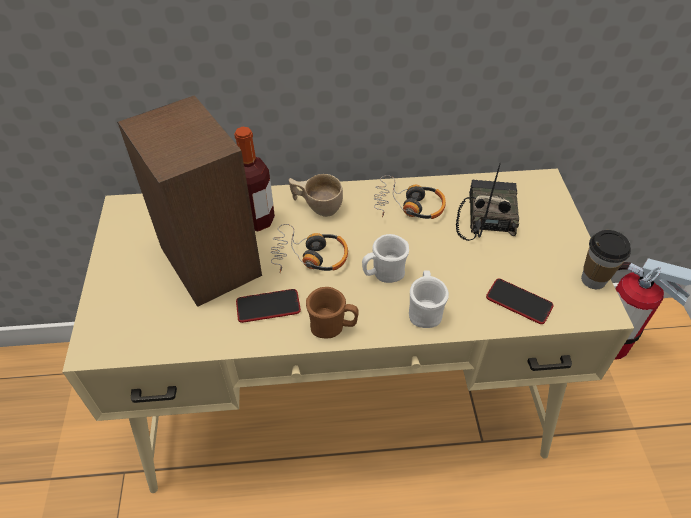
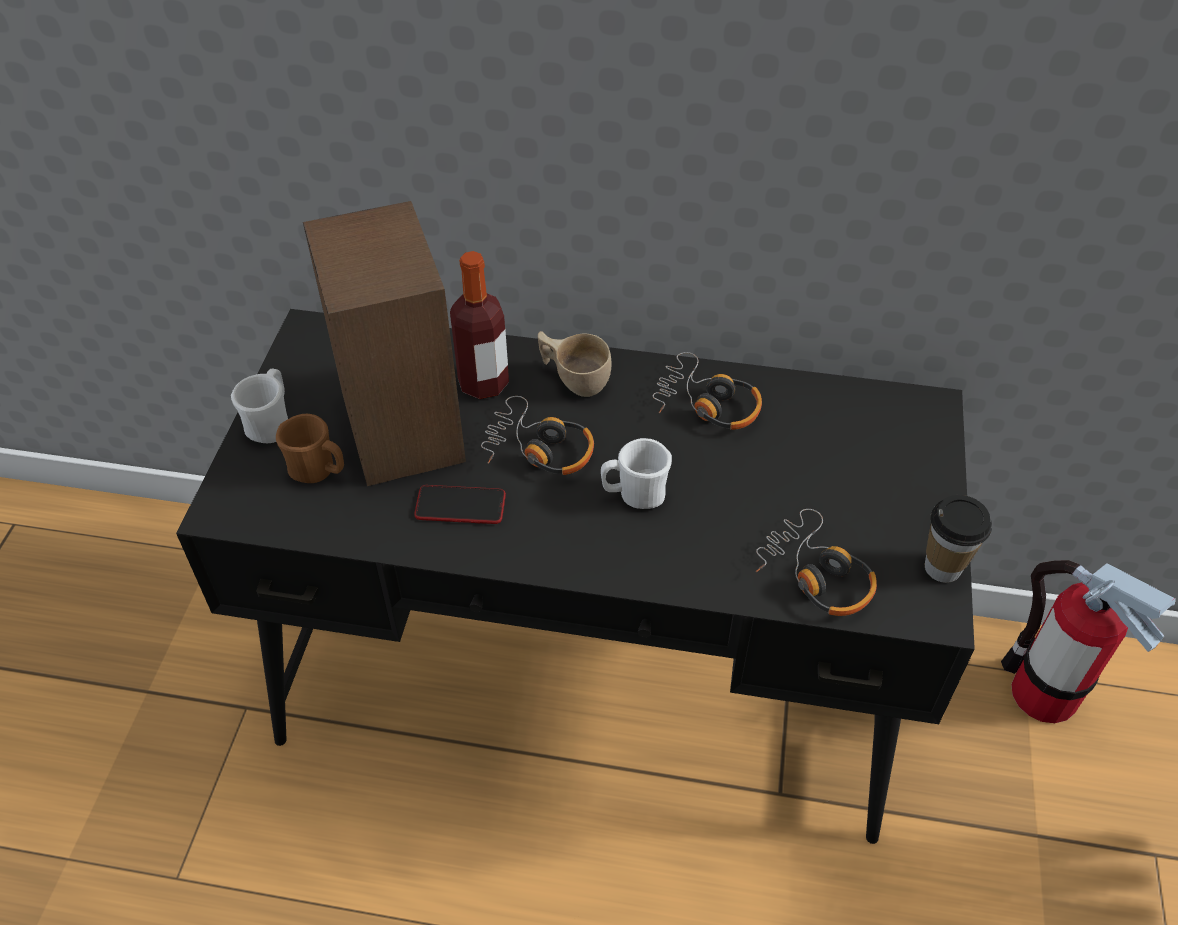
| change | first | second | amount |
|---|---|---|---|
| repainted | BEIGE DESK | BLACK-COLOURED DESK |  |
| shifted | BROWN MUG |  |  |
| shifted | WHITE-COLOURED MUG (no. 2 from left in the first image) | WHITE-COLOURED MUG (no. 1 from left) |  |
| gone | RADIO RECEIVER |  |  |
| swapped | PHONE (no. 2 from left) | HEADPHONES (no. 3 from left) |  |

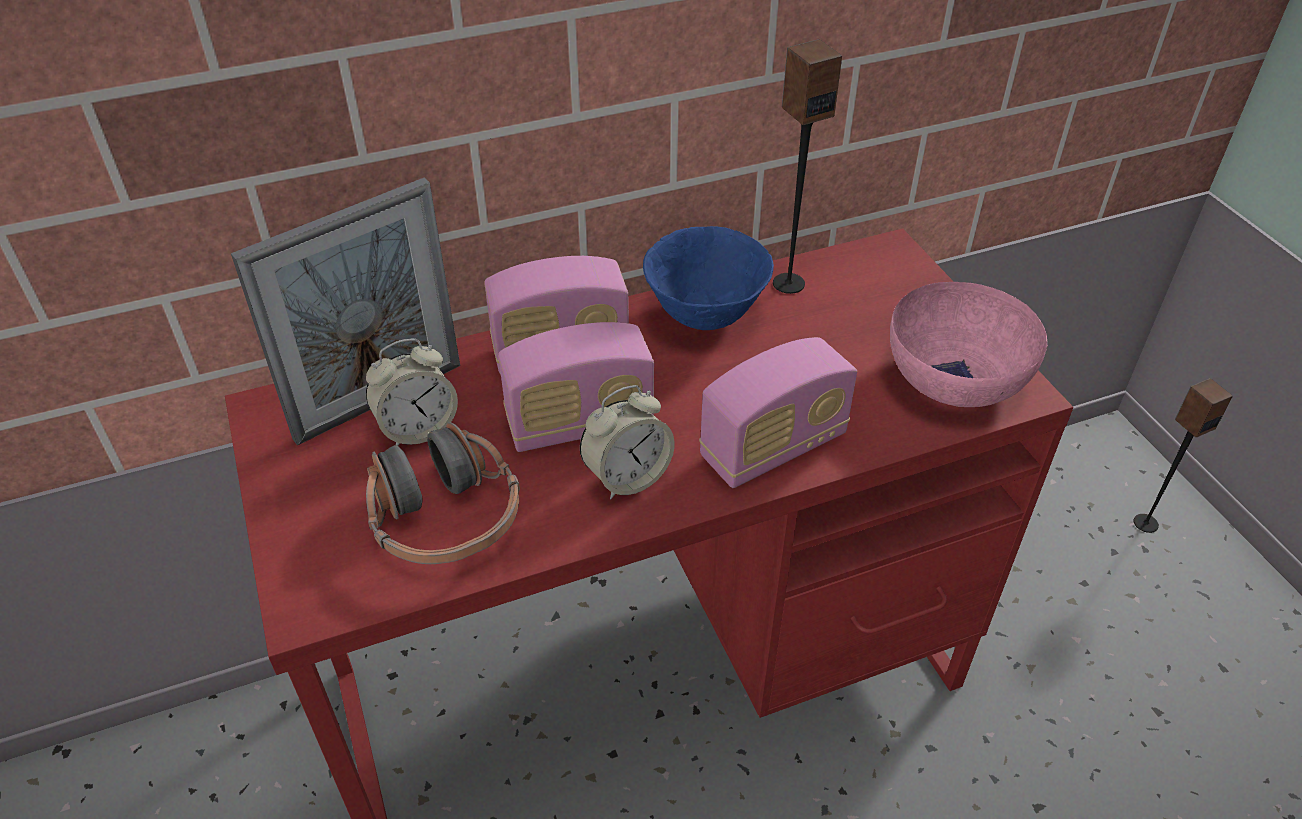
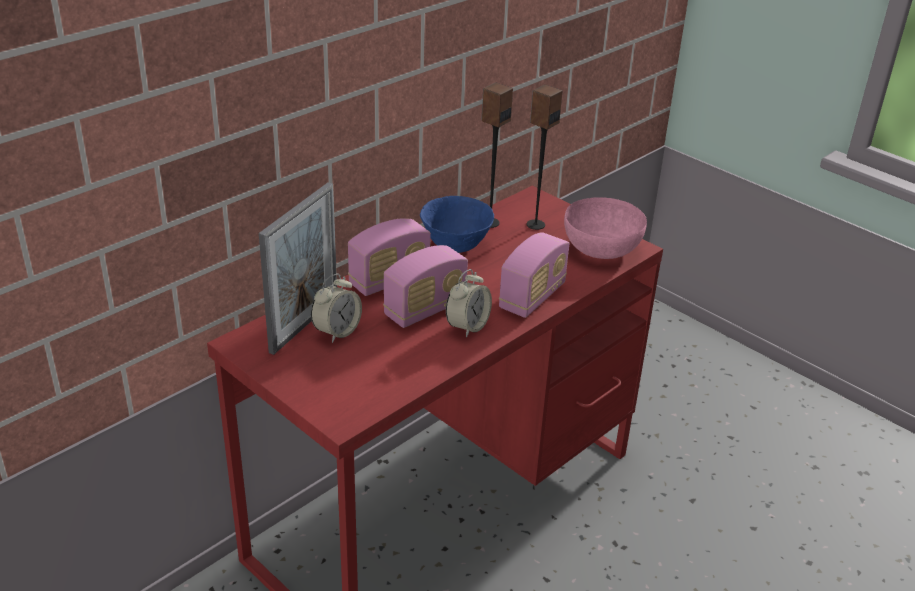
| change | first | second | amount |
|---|---|---|---|
| gone | HEADPHONES |  |  |
| shifted | AUDIO SPEAKER (no. 2 from left) |  |  |

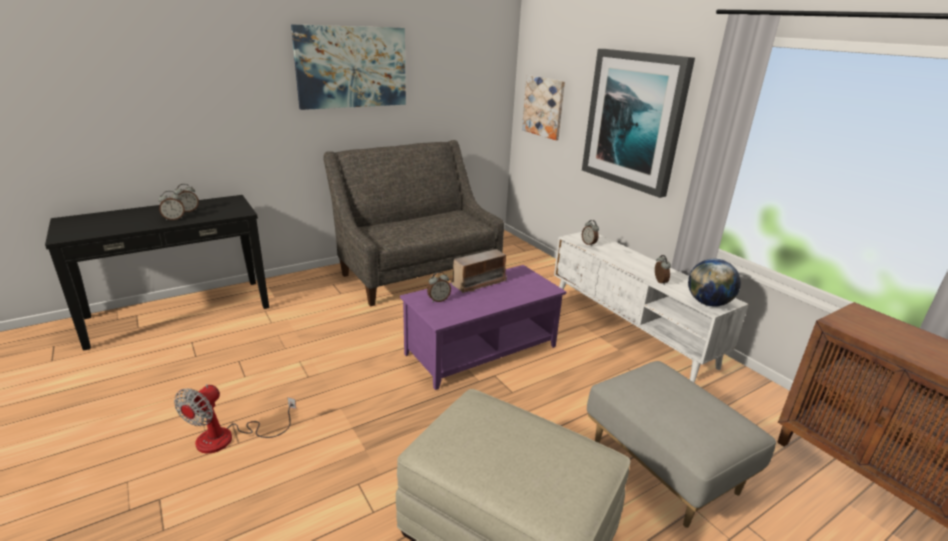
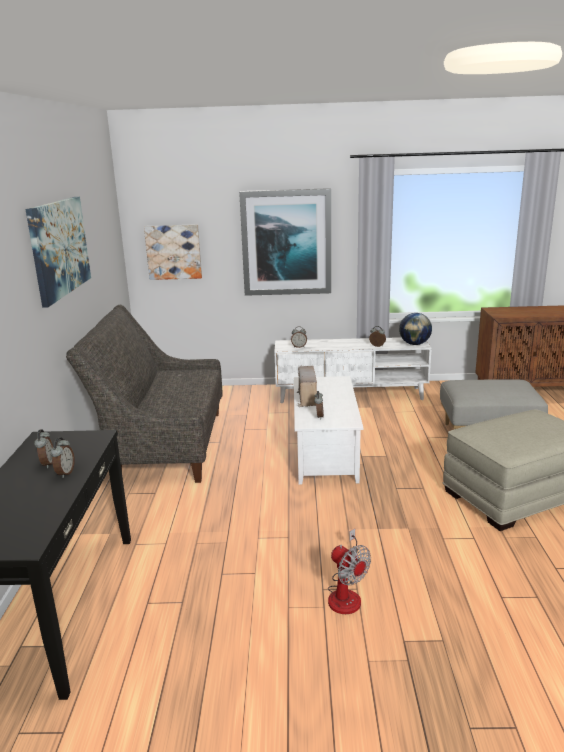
| change | first | second | amount |
|---|---|---|---|
| repainted | PURPLISH COFFEE TABLE | WHITE-COLOURED COFFEE TABLE |  |

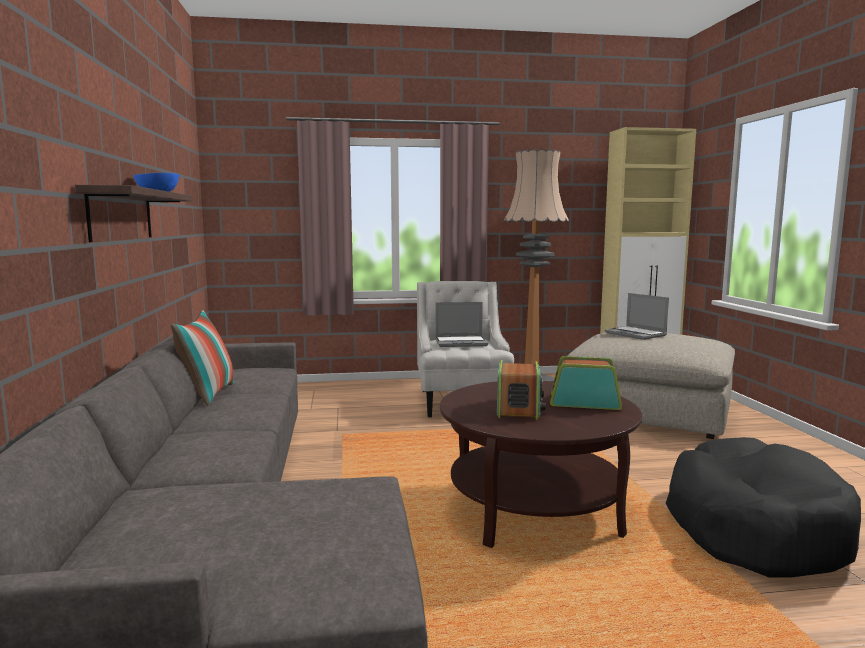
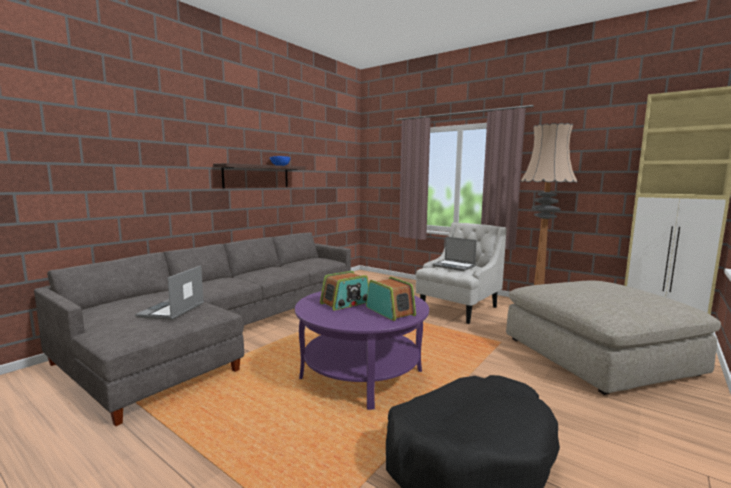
| change | first | second | amount |
|---|---|---|---|
| gone | THROW PILLOW |  |  |
| repainted | BROWN COFFEE TABLE | PURPLISH COFFEE TABLE |  |
| shifted | LAPTOP (no. 2 from left in the first image) | LAPTOP (no. 1 from left) |  |

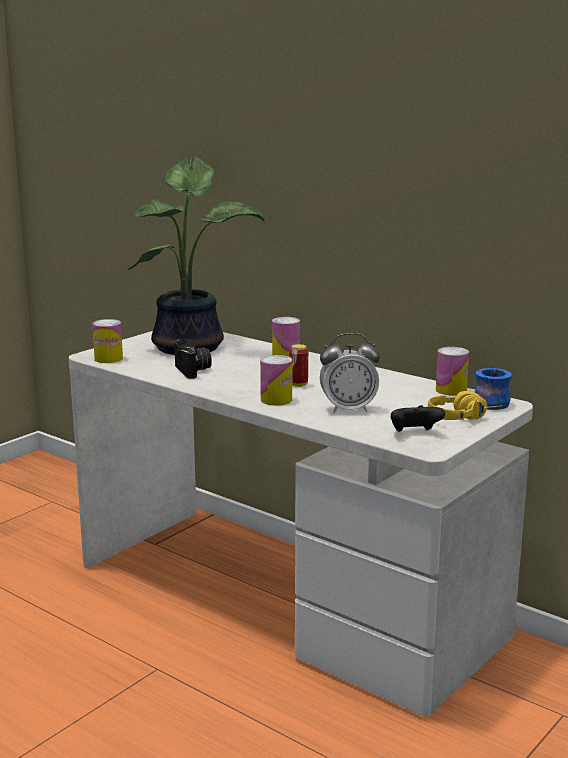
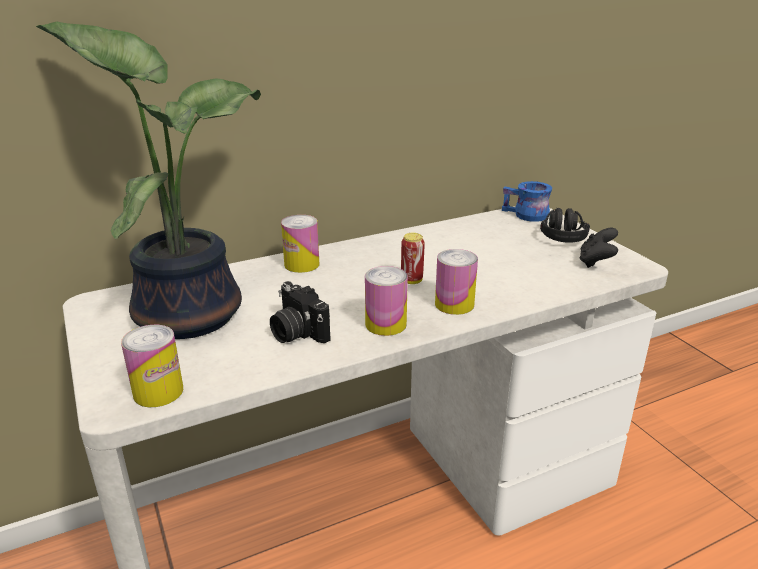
| change | first | second | amount |
|---|---|---|---|
| rotated | STILL CAMERA |  | 135 degrees counterclockwise |
| gone | ALARM CLOCK |  |  |
| repainted | YELLOW-COLOURED HEADPHONES | BLACK-COLOURED HEADPHONES |  |
| shifted | SEALED CAN (no. 5 from left in the first image) | SEALED CAN (no. 3 from left) |  |

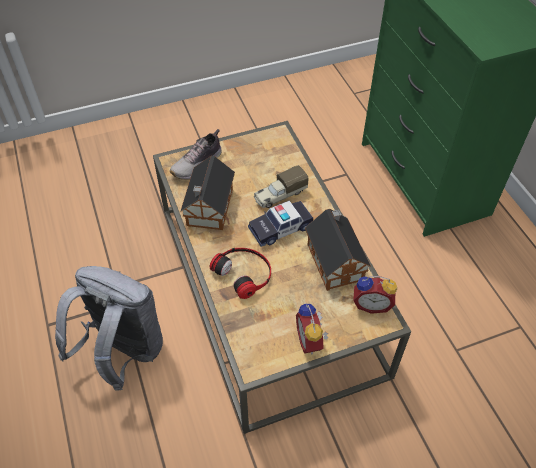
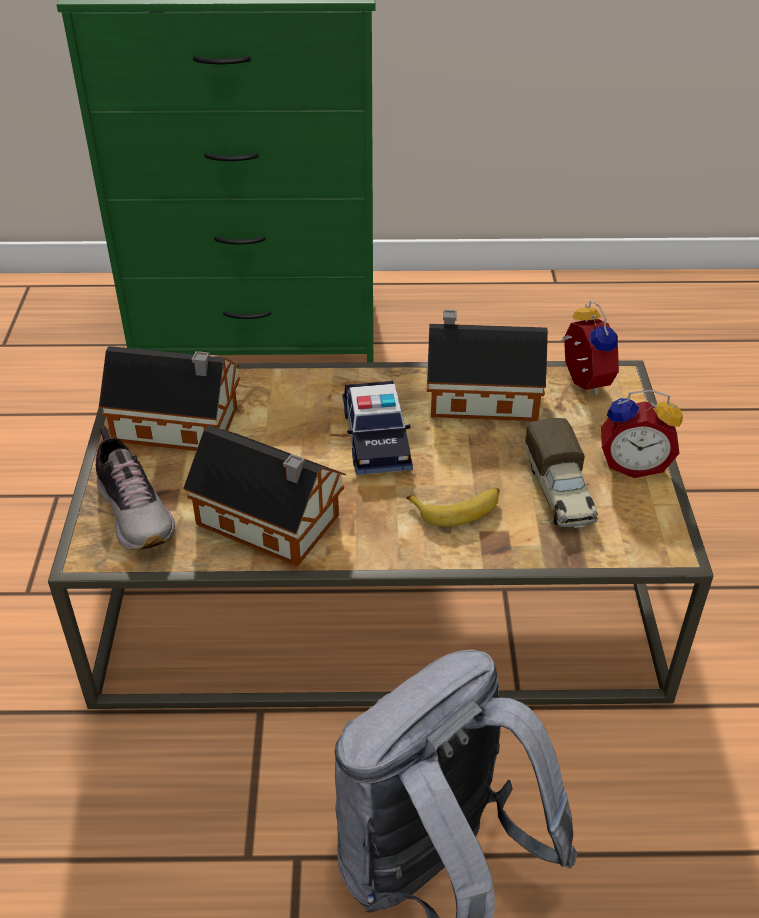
| change | first | second | amount |
|---|---|---|---|
| swapped | HEADPHONES | WHOLE BANANA |  |
| shifted | MODEL TRUCK |  |  |
| rotated | ALARM CLOCK (no. 2 from left in the first image) | ALARM CLOCK (no. 1 from left) | 45 degrees counterclockwise |
| new |  | MINIATURE HOUSE (no. 1 from left) |  |

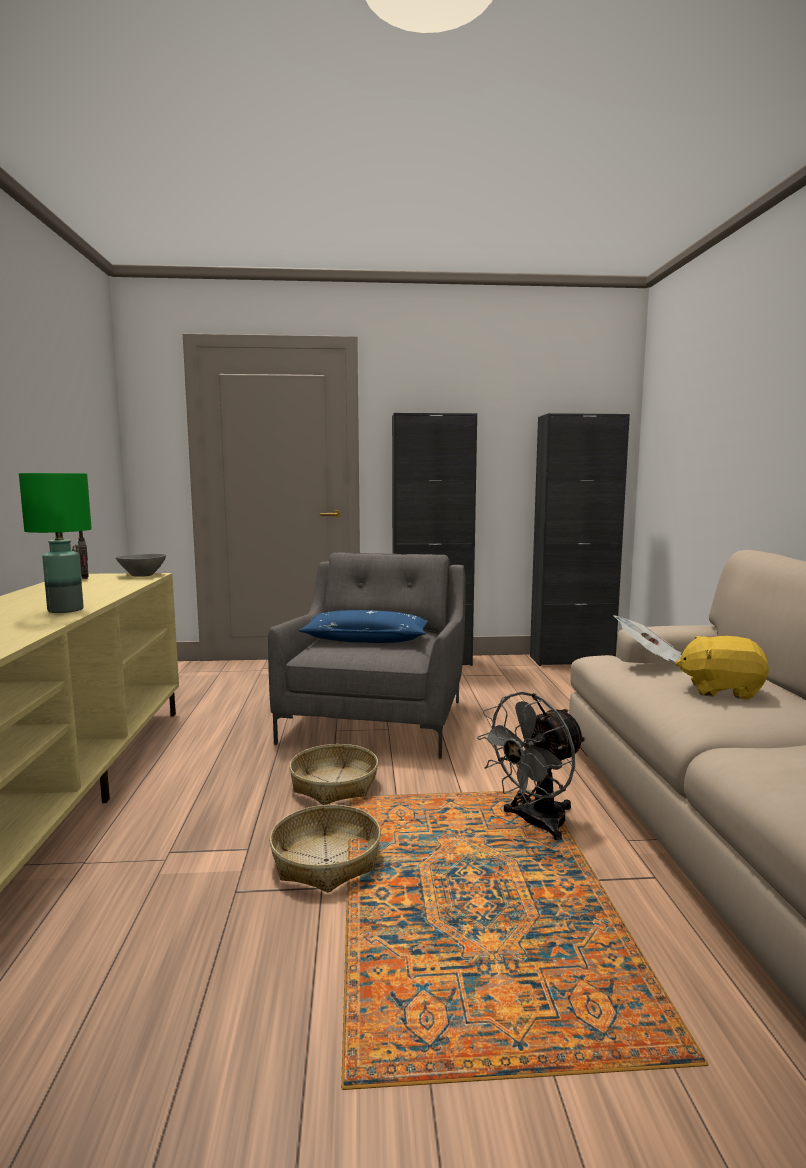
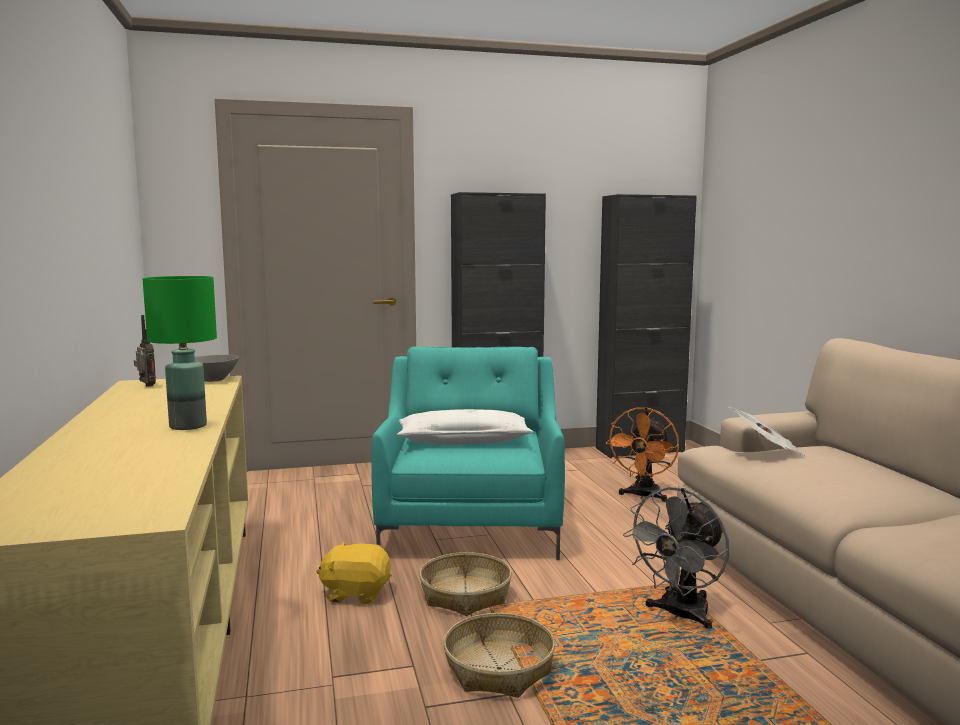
| change | first | second | amount |
|---|---|---|---|
| repainted | GREYISH ARMCHAIR | TURQUOISE ARMCHAIR |  |
| repainted | BLUISH THROW PILLOW | WHITE-COLOURED THROW PILLOW |  |
| shifted | YELLOW-COLOURED PLUSH TOY |  |  |
| new |  | ORANGEY ELECTRIC FAN |  |

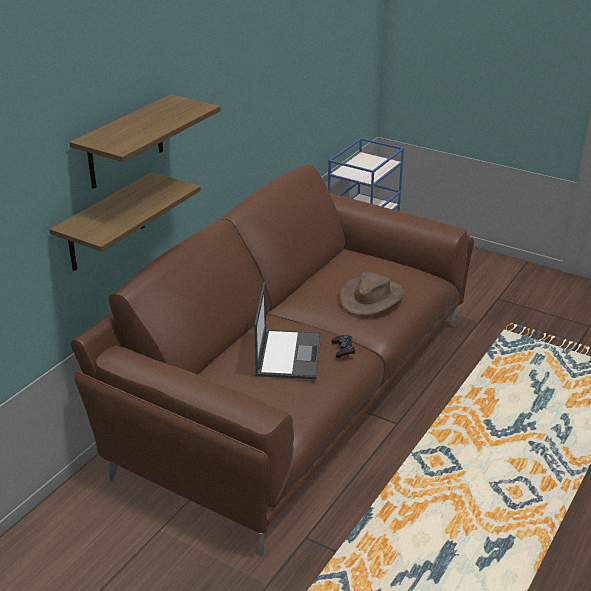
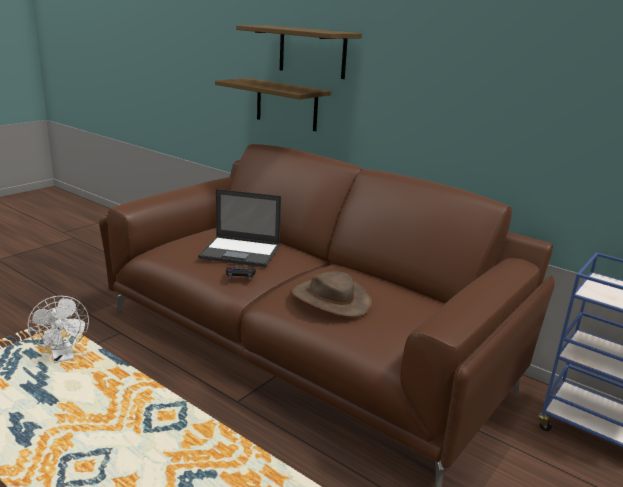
| change | first | second | amount |
|---|---|---|---|
| new |  | WHITE-COLOURED ELECTRIC FAN |  |

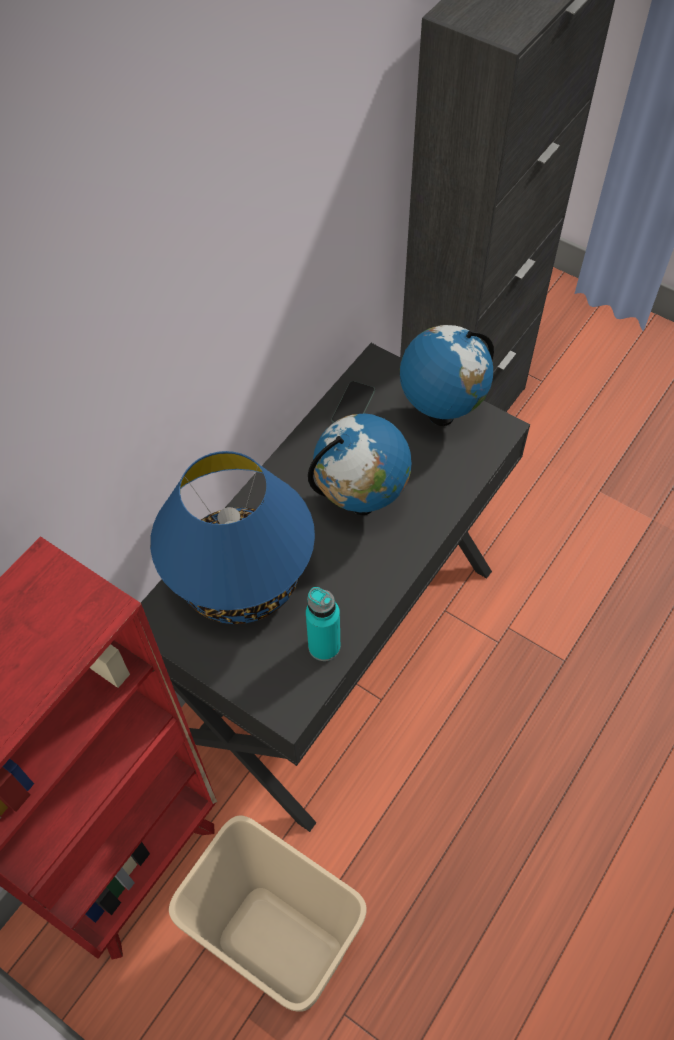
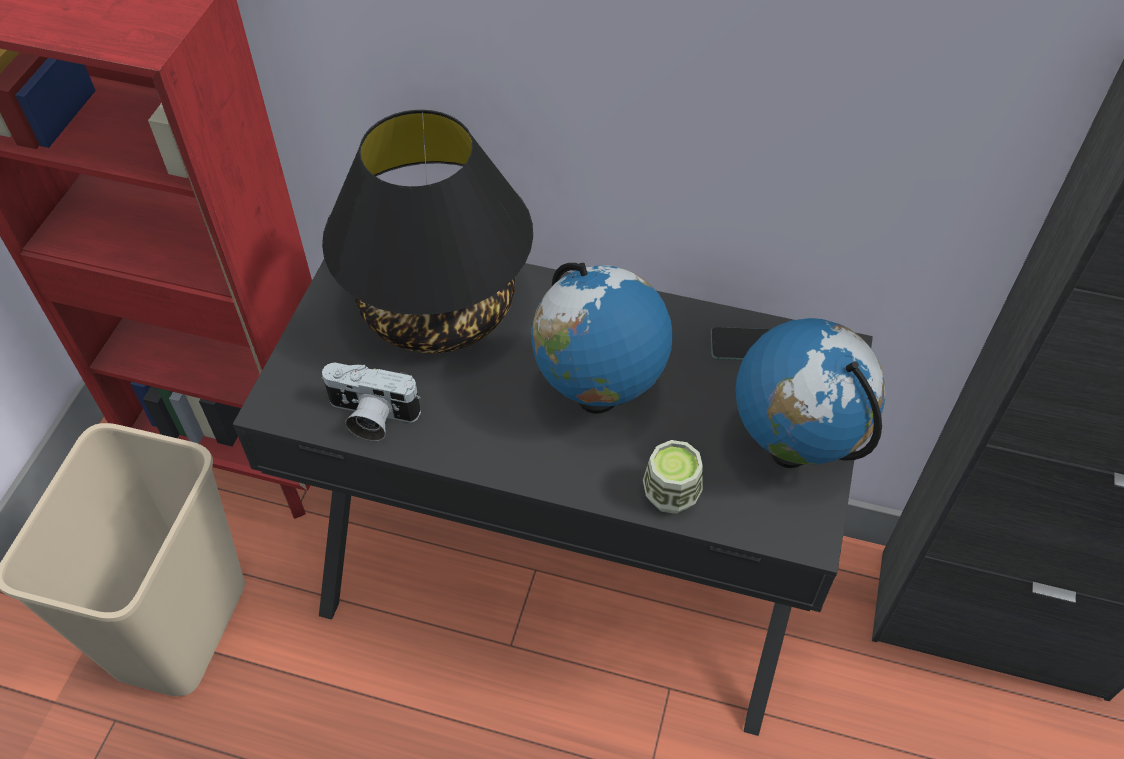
| change | first | second | amount |
|---|---|---|---|
| repainted | BLUISH TABLE LAMP | BLACK-COLOURED TABLE LAMP |  |
| swapped | TURQUOISE BOTTLE | STILL CAMERA |  |
| new |  | SMALL CUP |  |

